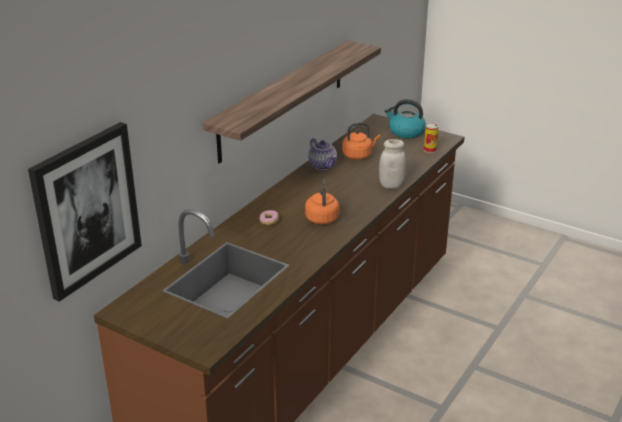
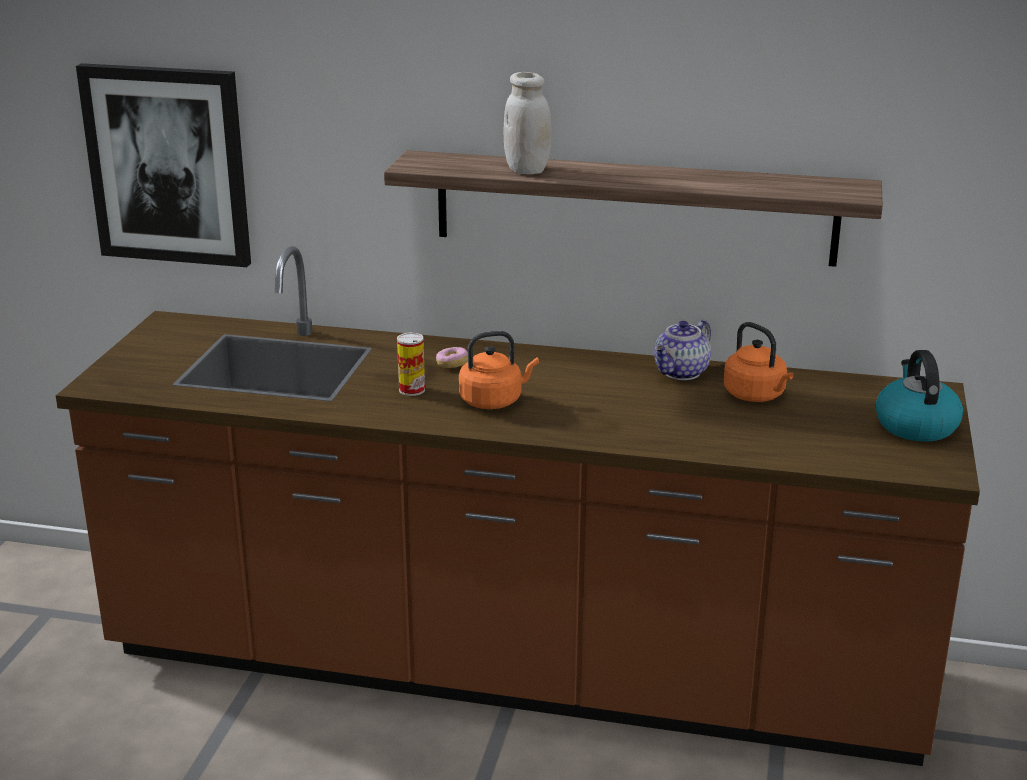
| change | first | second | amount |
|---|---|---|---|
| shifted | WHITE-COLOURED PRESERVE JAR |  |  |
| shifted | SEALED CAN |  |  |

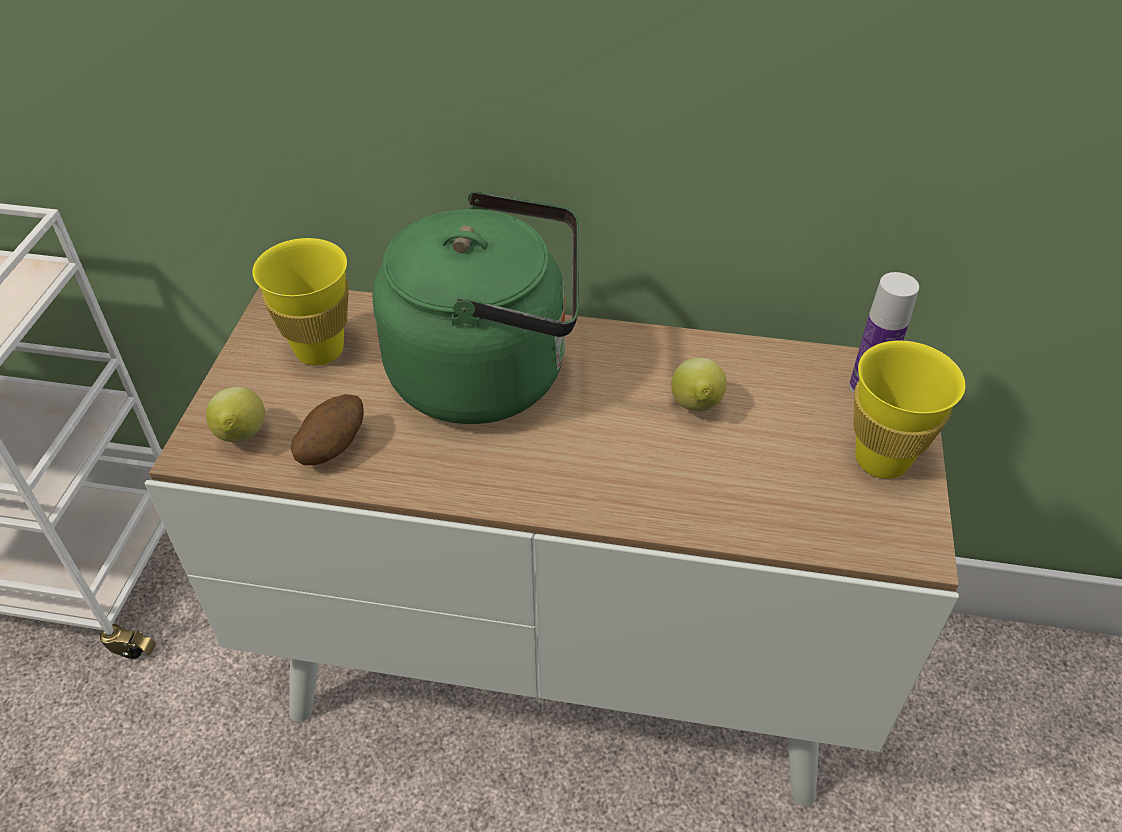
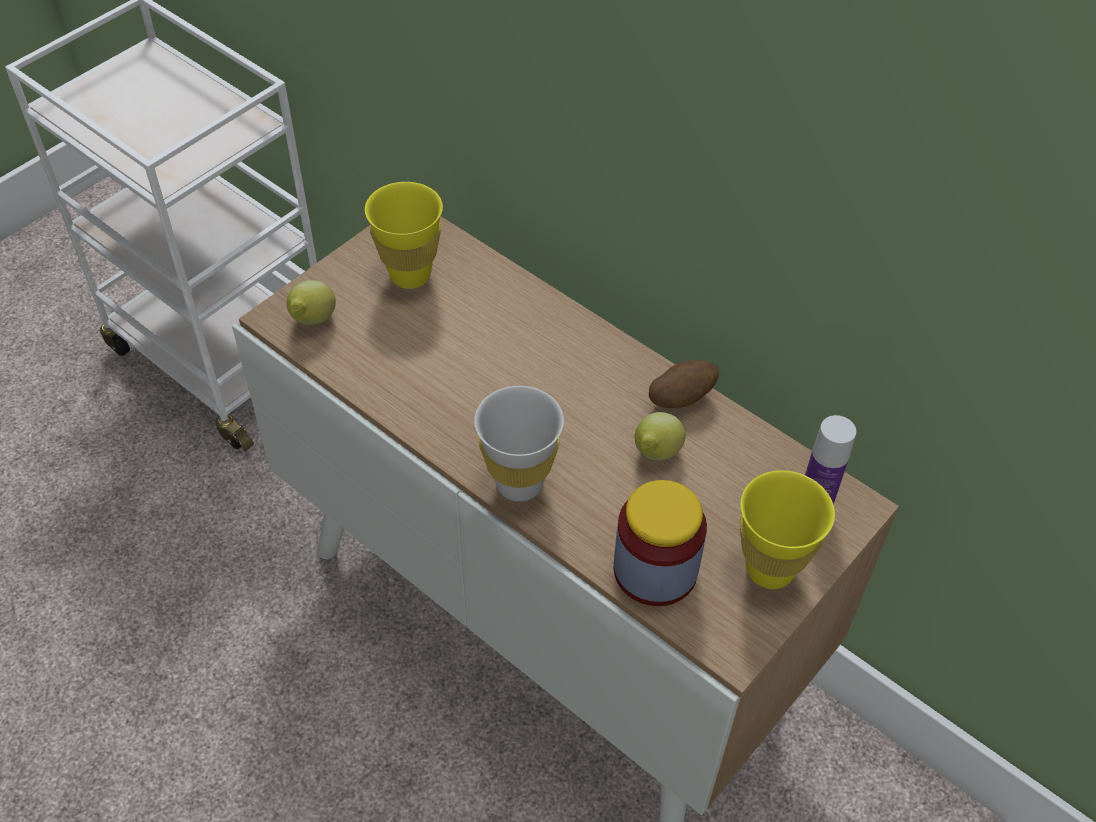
| change | first | second | amount |
|---|---|---|---|
| shifted | SPUD |  |  |
| gone | GREEN-COLOURED WATER KETTLE |  |  |
| new |  | WHITE-COLOURED SMALL CUP |  |
| new |  | PRESERVE JAR |  |

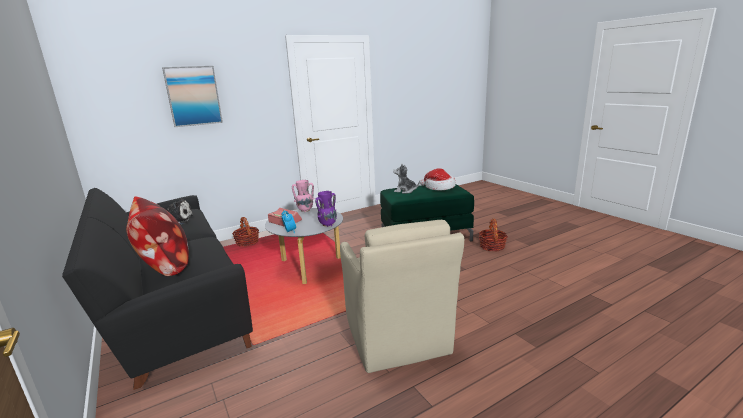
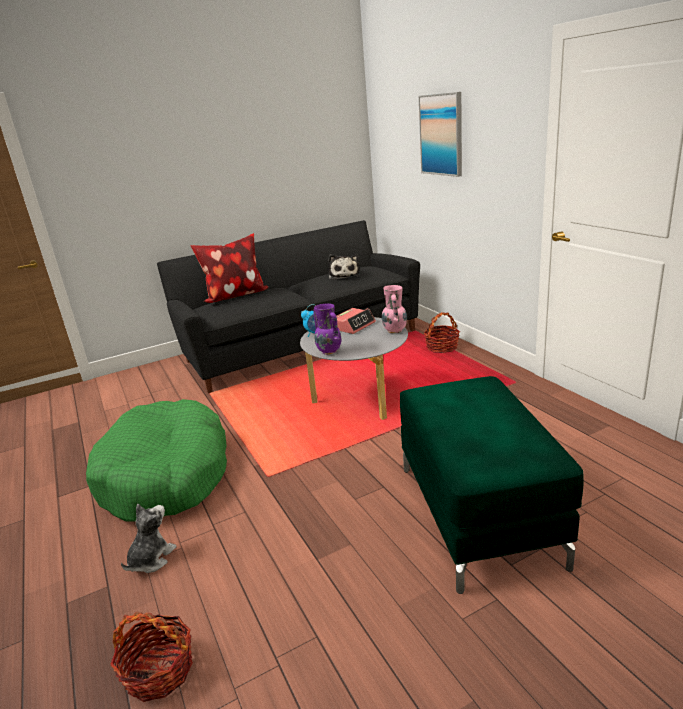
| change | first | second | amount |
|---|---|---|---|
| swapped | BEIGE ARMCHAIR | GREEN-COLOURED PET BED |  |
| shifted | PLUSH TOY (no. 2 from left in the first image) | PLUSH TOY (no. 1 from left) |  |
| gone | HAT |  |  |
| shifted | HOUSEHOLD BASKET (no. 2 from left in the first image) | HOUSEHOLD BASKET (no. 1 from left) |  |

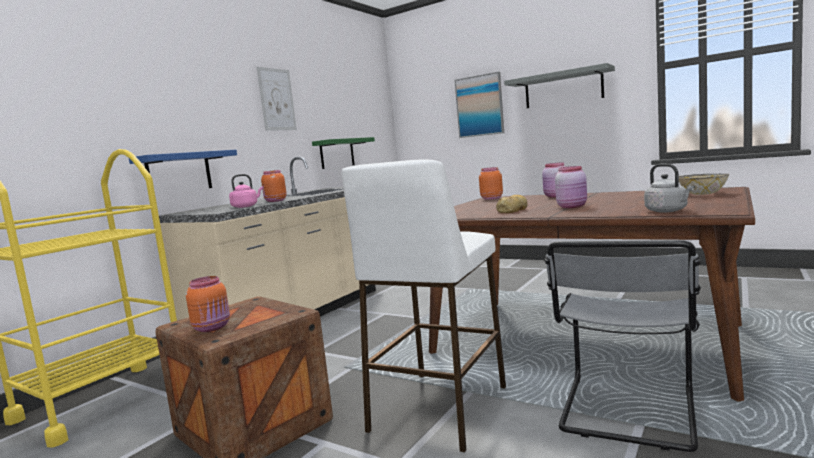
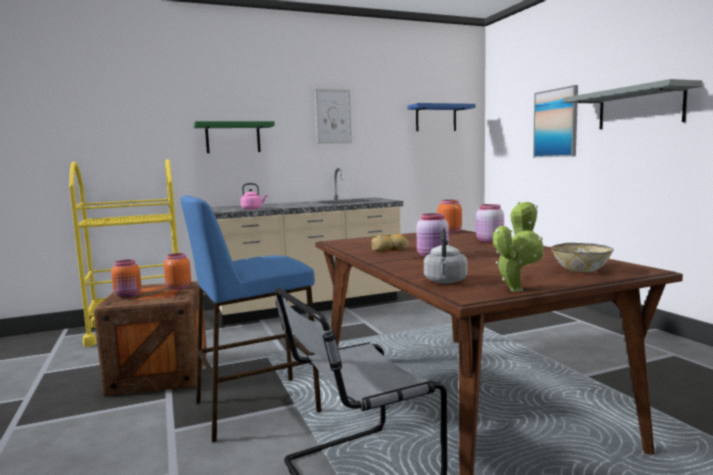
| change | first | second | amount |
|---|---|---|---|
| shifted | BLUISH WALL SHELF |  |  |
| shifted | ORANGEY PRESERVE JAR (no. 2 from left) |  |  |
| shifted | GREEN-COLOURED WALL SHELF |  |  |
| repainted | WHITE-COLOURED STOOL | BLUISH STOOL |  |
| new |  | POTTED PLANT |  |

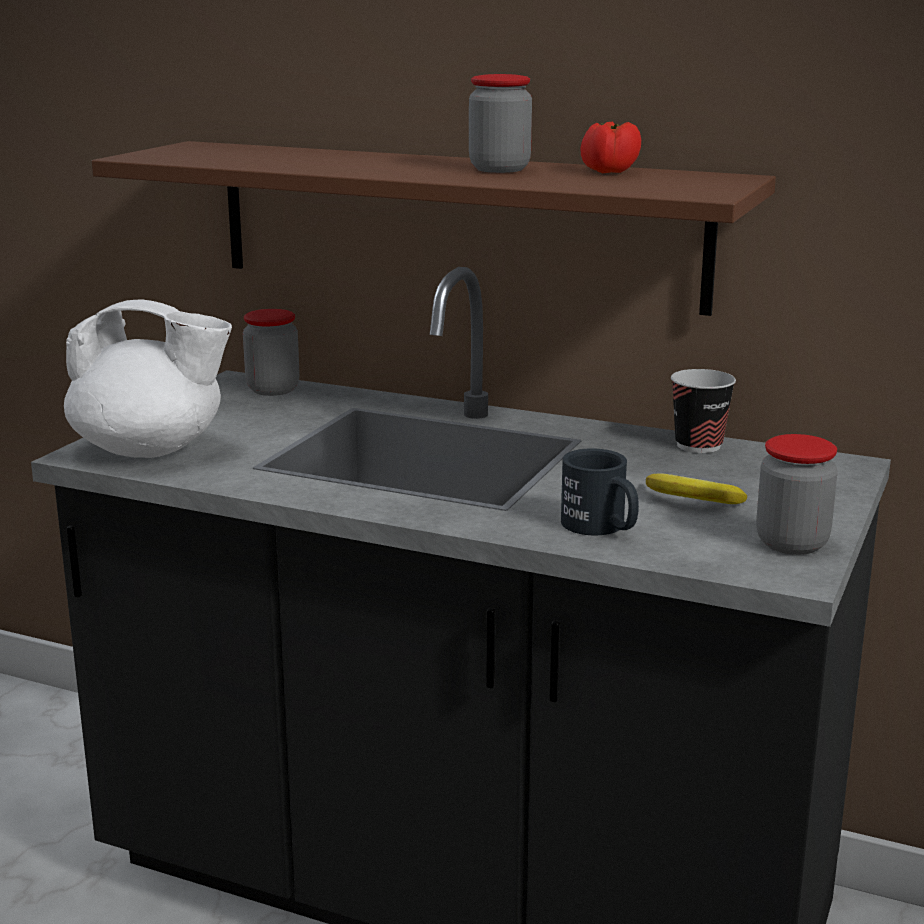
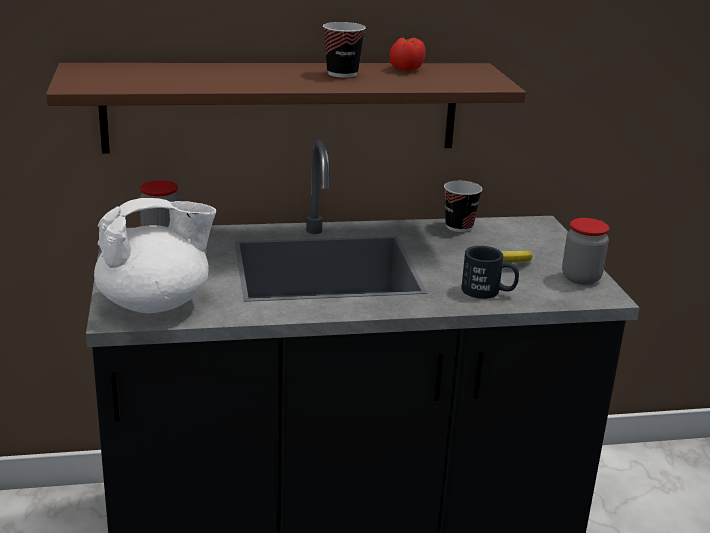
| change | first | second | amount |
|---|---|---|---|
| swapped | PRESERVE JAR (no. 2 from left) | SMALL CUP (no. 1 from left) |  |

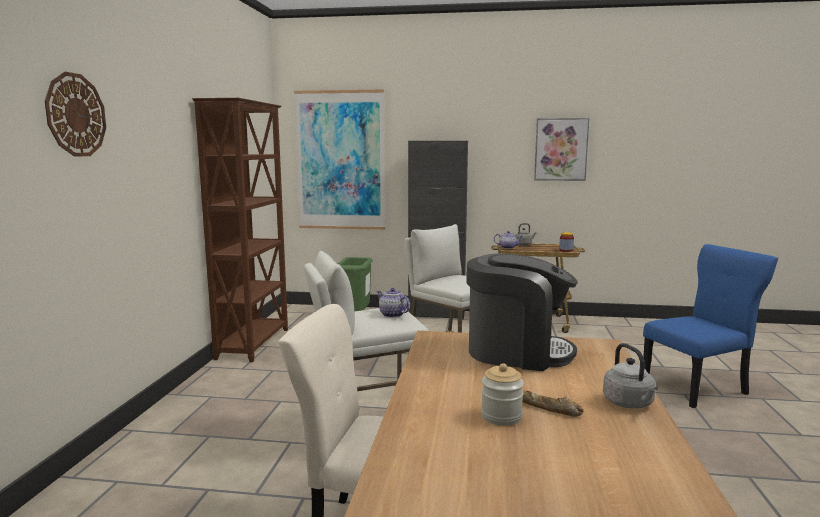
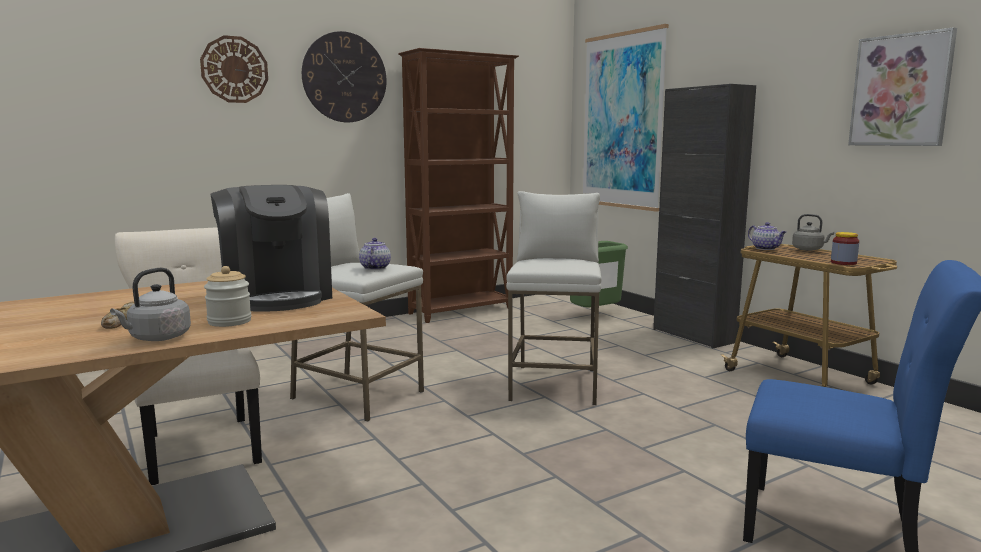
| change | first | second | amount |
|---|---|---|---|
| shifted | PRESERVE JAR (no. 1 from left) |  |  |
| new |  | WALL CLOCK (no. 2 from left) |  |

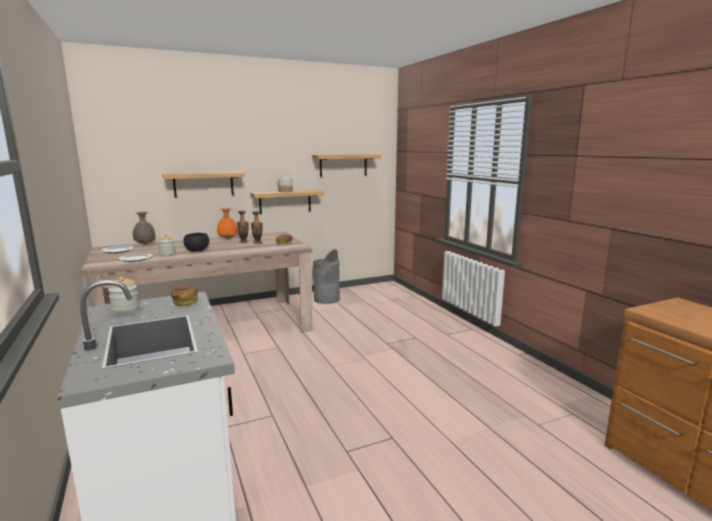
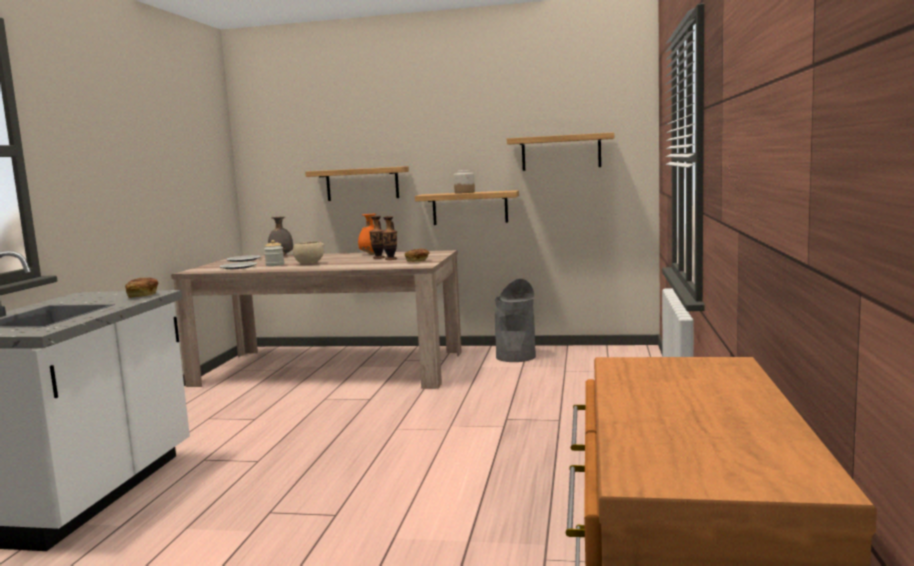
| change | first | second | amount |
|---|---|---|---|
| gone | PRESERVE JAR (no. 1 from left) |  |  |
| repainted | BLACK-COLOURED SERVING BOWL | BEIGE SERVING BOWL |  |

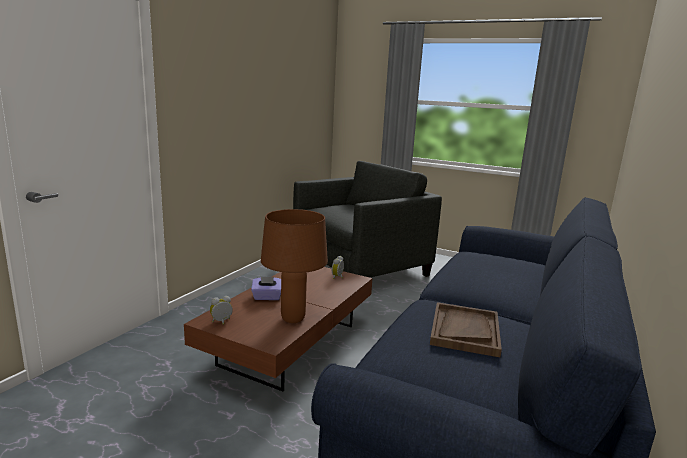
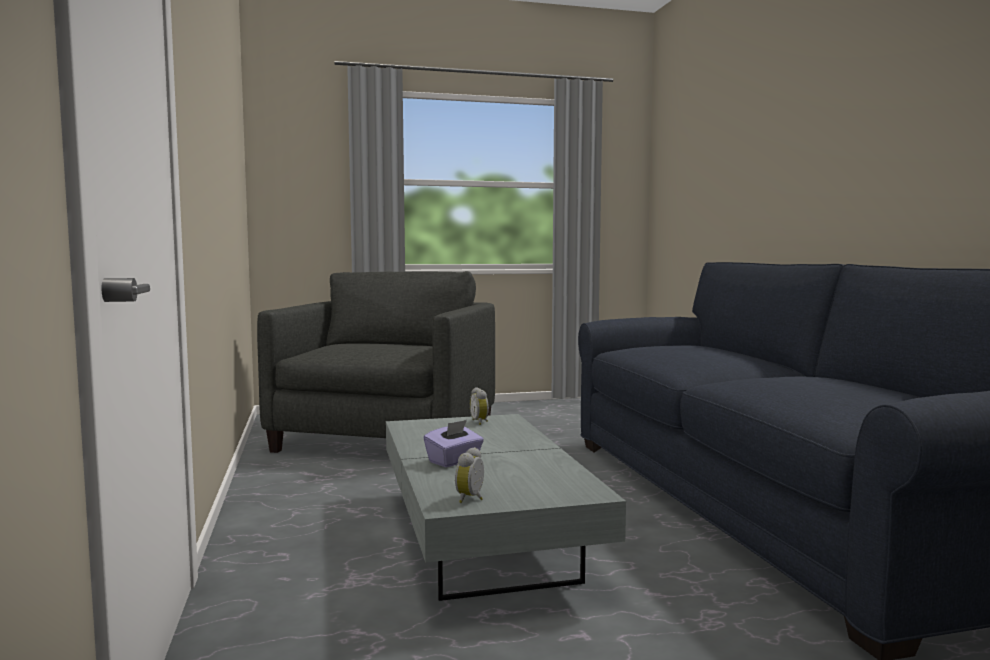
| change | first | second | amount |
|---|---|---|---|
| repainted | BROWN COFFEE TABLE | GREYISH COFFEE TABLE |  |
| gone | BROWN TABLE LAMP |  |  |
| gone | BROWN SERVING TRAY |  |  |

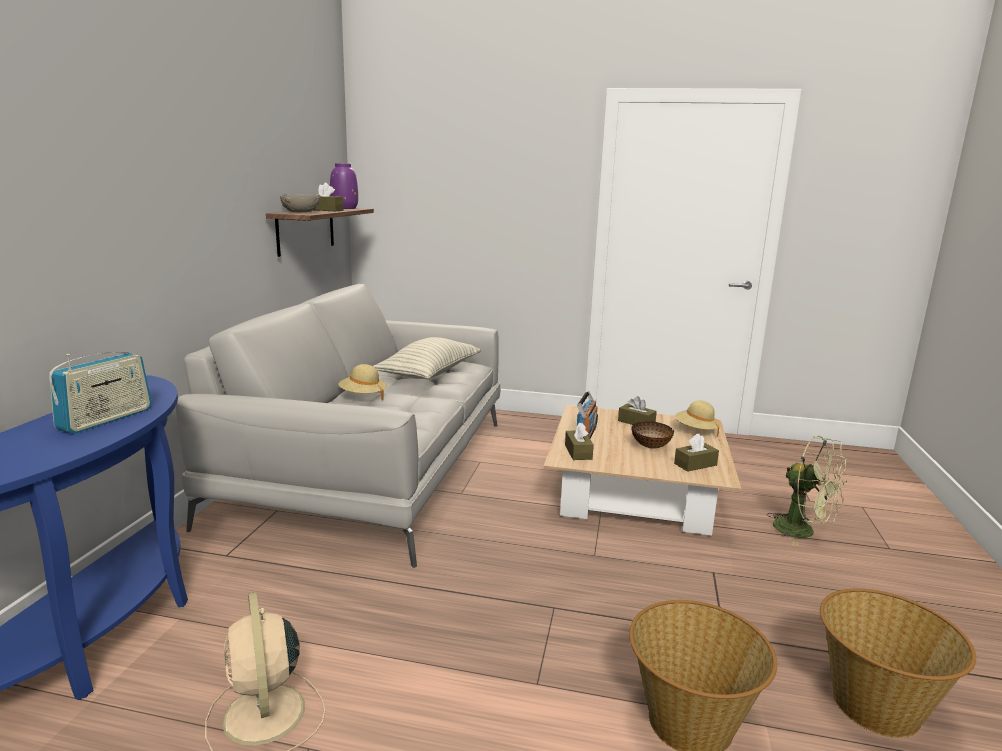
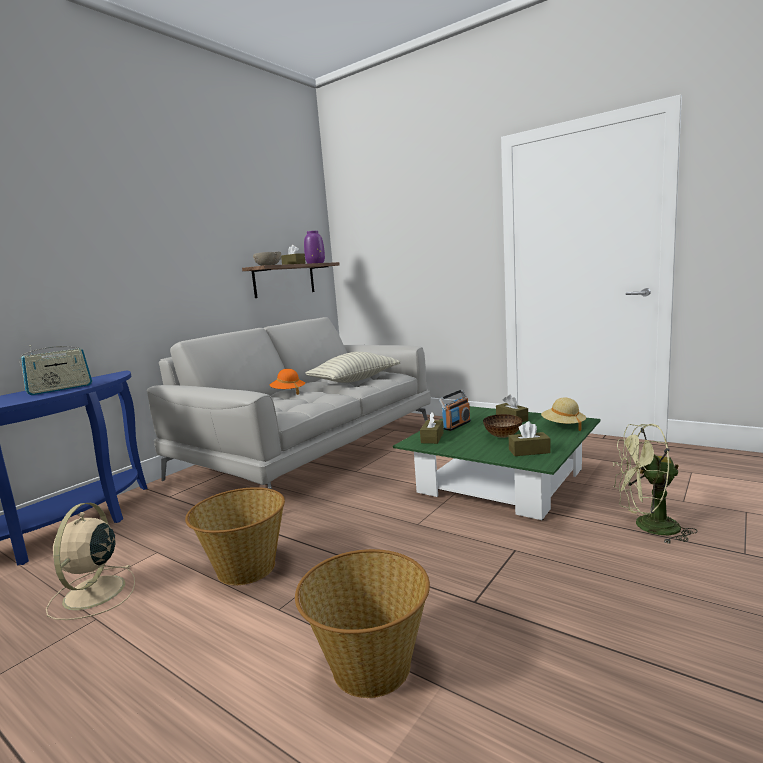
| change | first | second | amount |
|---|---|---|---|
| repainted | BEIGE HAT (no. 1 from left) | ORANGEY HAT |  |
| repainted | BEIGE COFFEE TABLE | GREEN-COLOURED COFFEE TABLE |  |
| rotated | GREEN-COLOURED ELECTRIC FAN |  | 120 degrees clockwise |
| shifted | HOUSEHOLD BASKET (no. 2 from left in the first image) | HOUSEHOLD BASKET (no. 1 from left) |  |

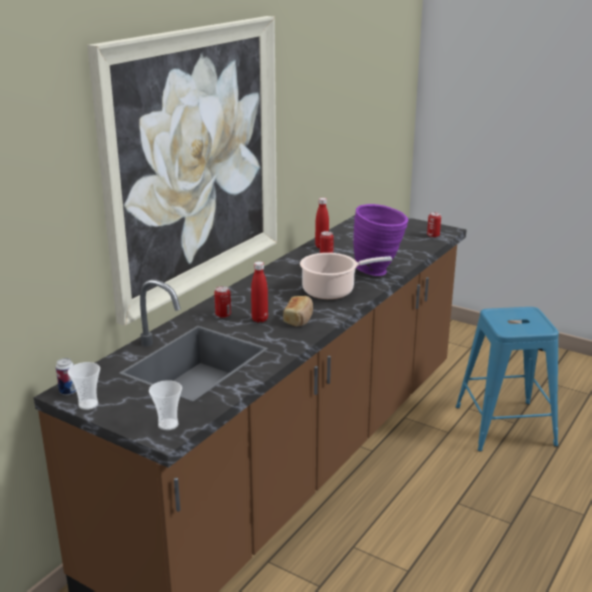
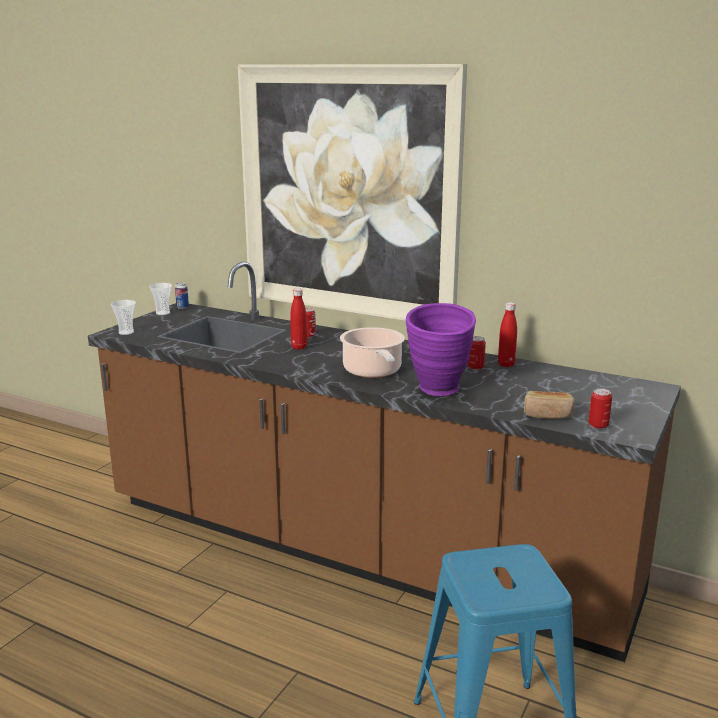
| change | first | second | amount |
|---|---|---|---|
| shifted | BAKED BREAD |  |  |

